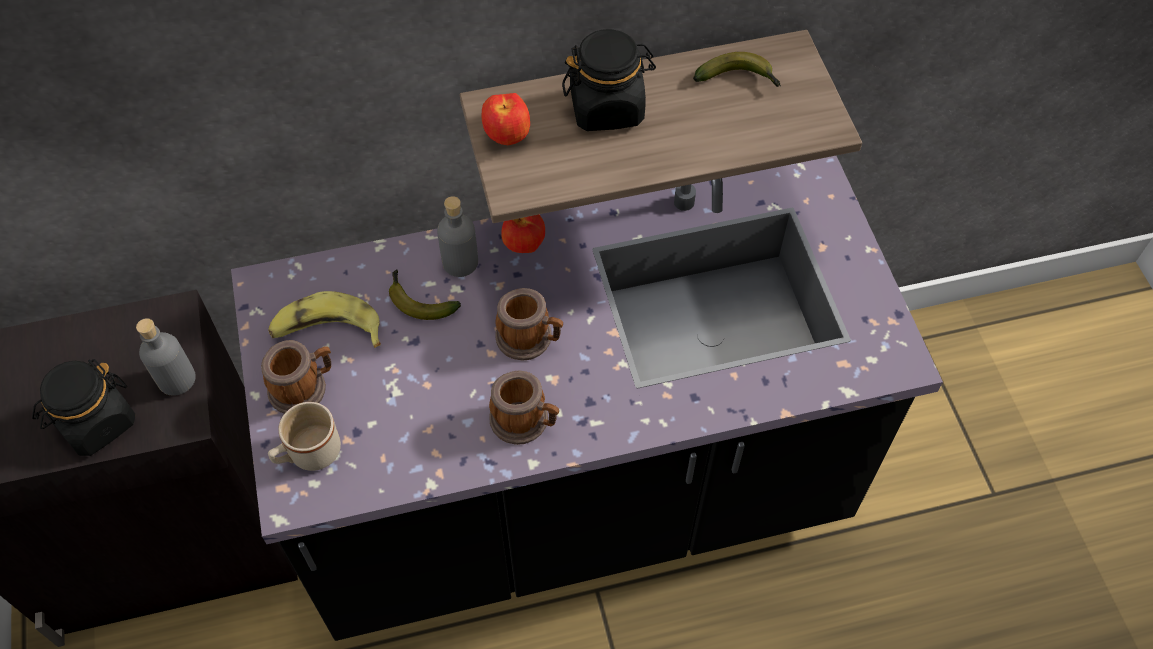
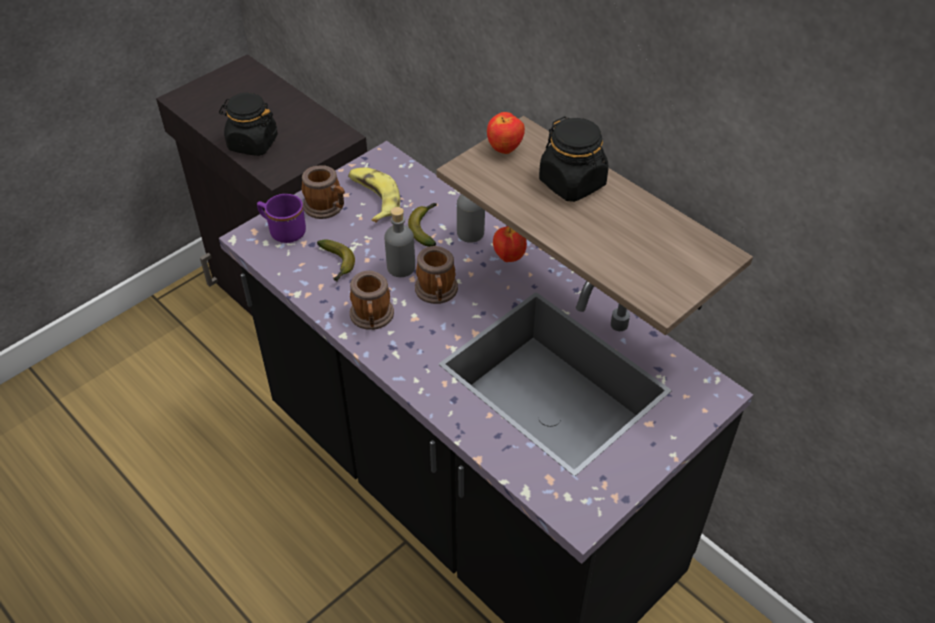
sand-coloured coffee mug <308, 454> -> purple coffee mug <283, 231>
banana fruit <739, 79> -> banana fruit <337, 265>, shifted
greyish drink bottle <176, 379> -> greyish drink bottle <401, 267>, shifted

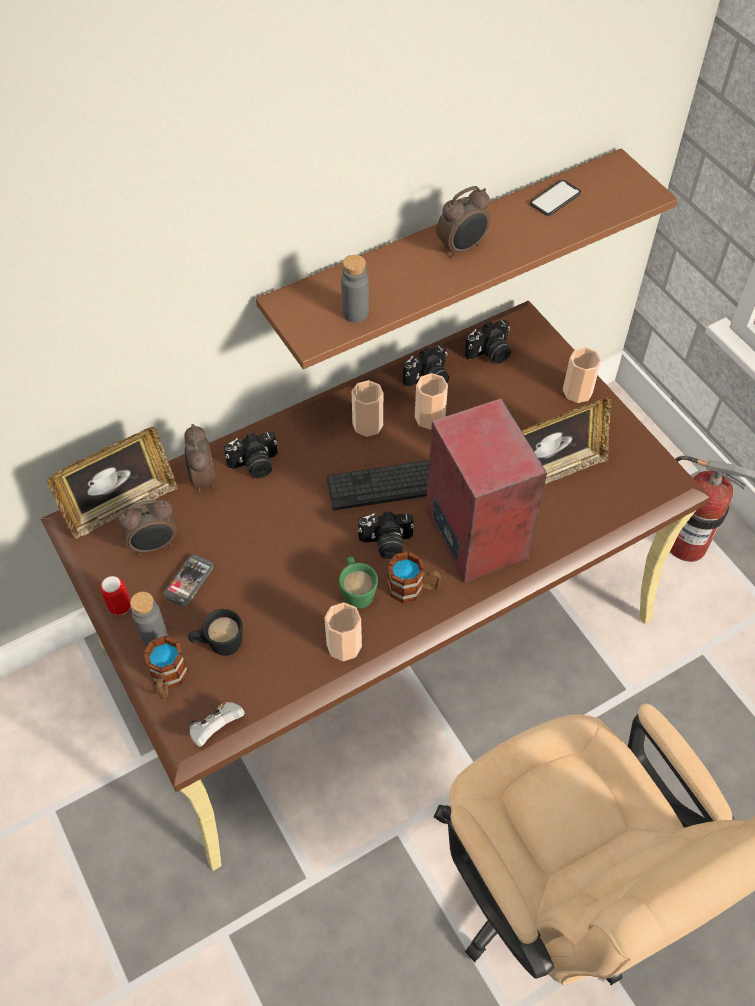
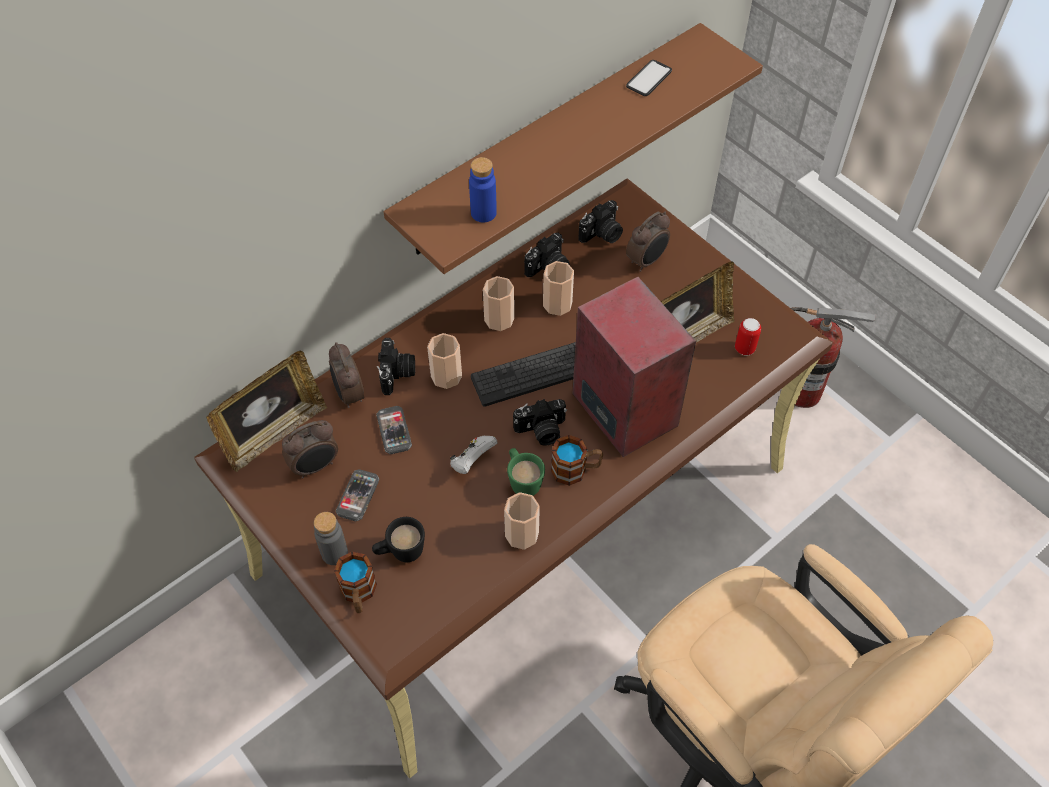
none -> telephone <394, 431>
still camera <254, 465> -> still camera <397, 374>, 60 degrees counterclockwise
small cup <577, 391> -> small cup <446, 376>, shifted
white gamepad <216, 728> -> white gamepad <472, 461>, shifted
greyish drink bottle <355, 313> -> bluish drink bottle <483, 213>
table clock <462, 248> -> table clock <646, 261>, shifted
sealed can <120, 606> -> sealed can <744, 349>, shifted

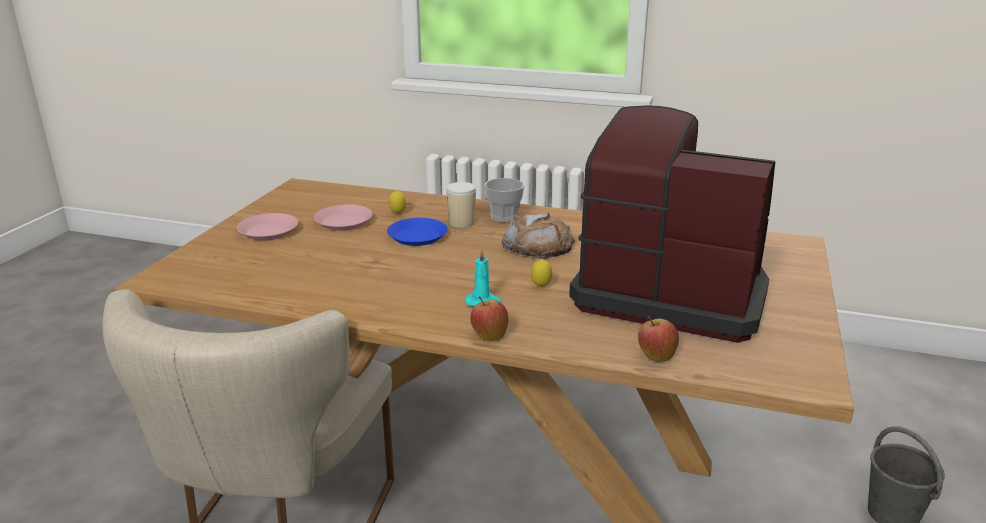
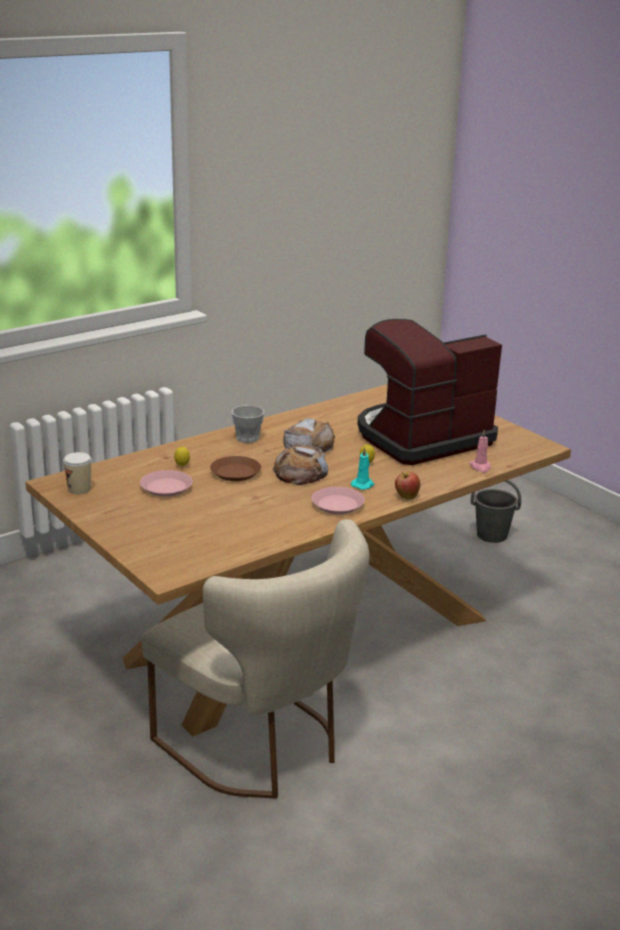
small cup <461, 223> -> small cup <79, 489>, shifted
bluish flat dish <418, 236> -> brown flat dish <235, 472>
none -> bakery bread <300, 473>
pink-coloured flat dish <268, 231> -> pink-coloured flat dish <337, 505>, shifted
whole apple <655, 356> -> pink-coloured wax candle <480, 467>

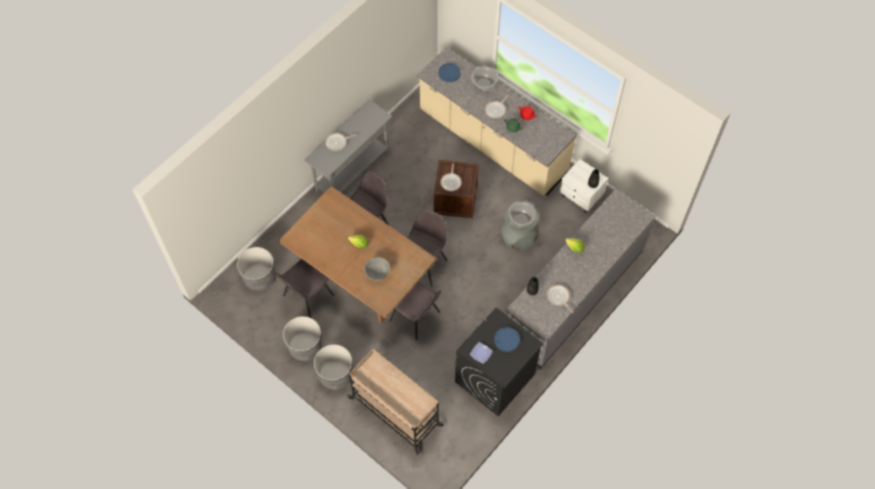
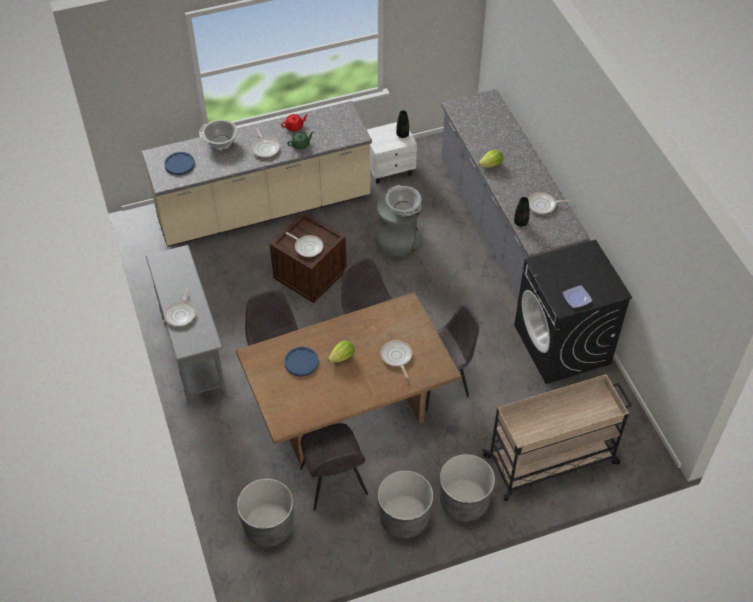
bluish flat dish <507, 339> -> bluish flat dish <301, 362>, shifted
greyish serving bowl <377, 273> -> pan <396, 357>

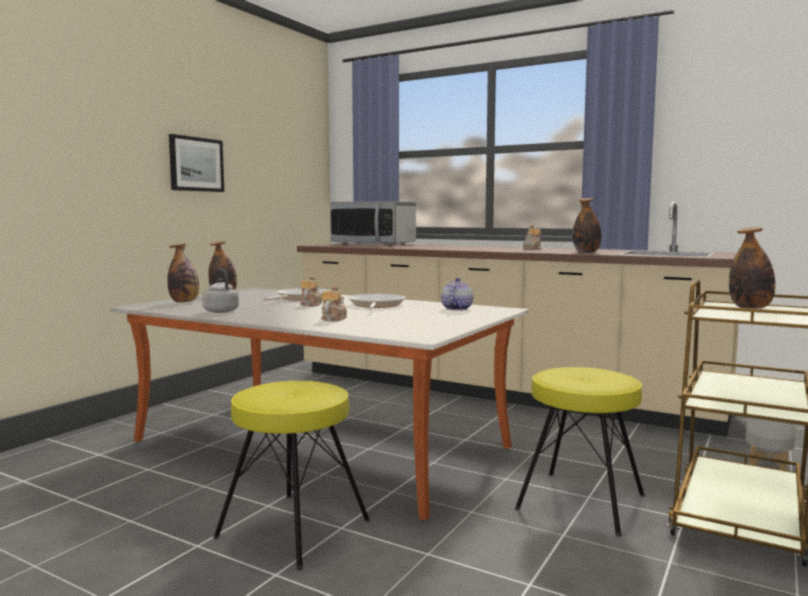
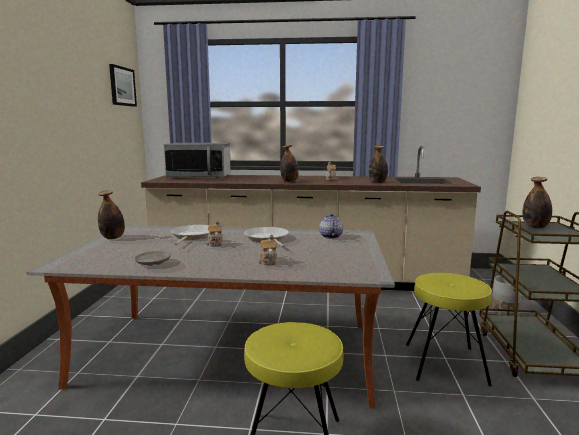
picture <196, 164> -> picture <122, 86>, shifted
greyish water kettle <220, 311> -> sand-coloured flat dish <152, 263>
drink bottle <184, 302> -> drink bottle <289, 181>, shifted

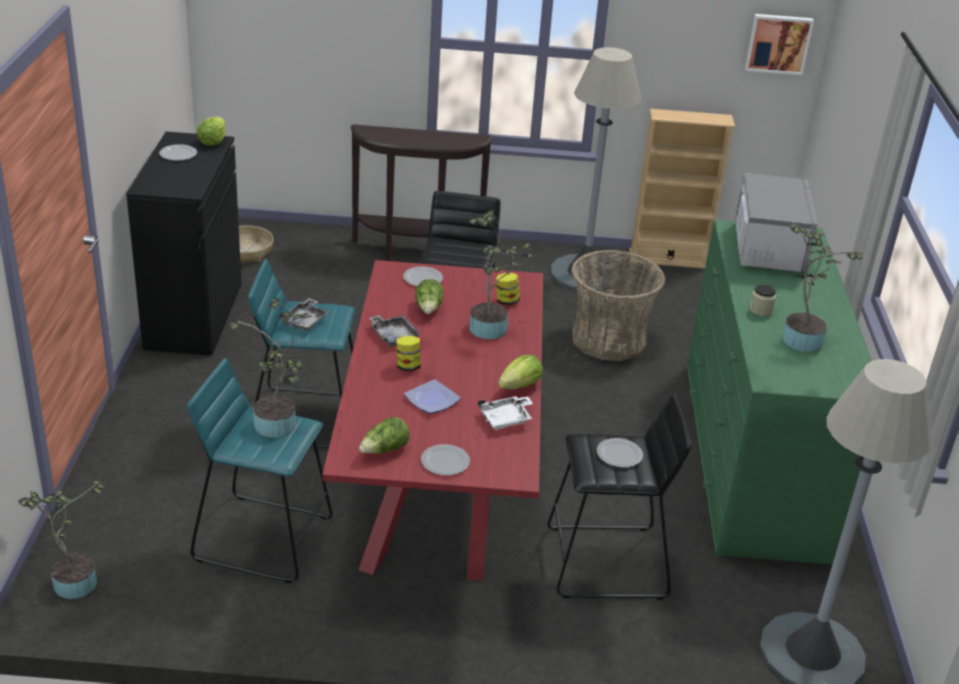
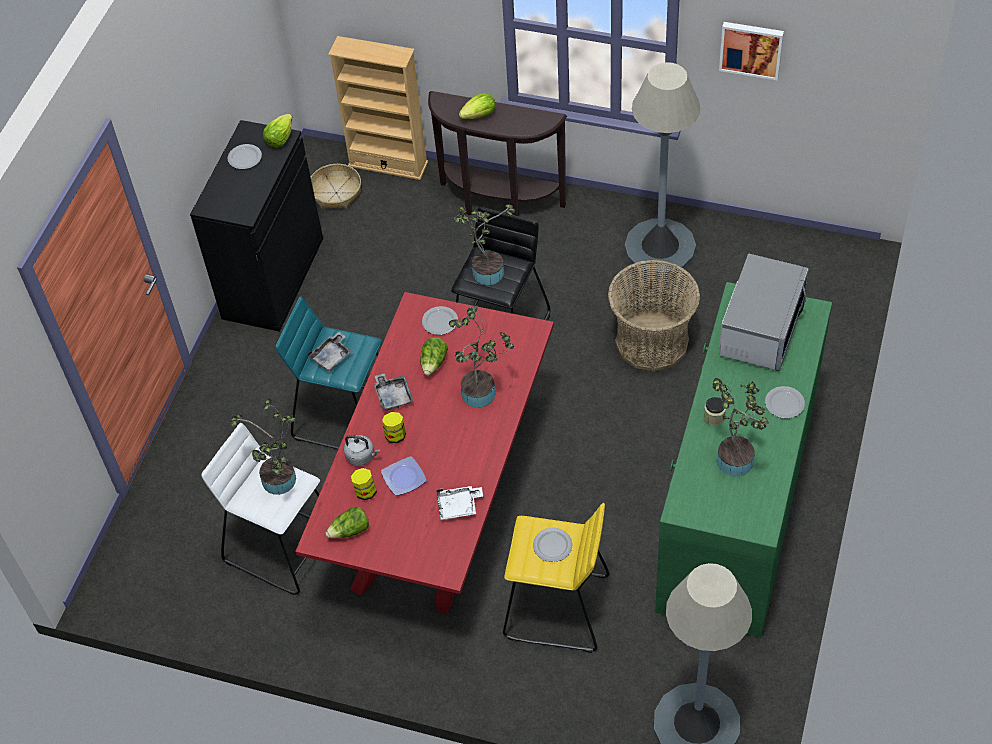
turquoise-coloured sitting stool <263, 537> -> white sitting stool <283, 545>
sand-coloured bookshelf <668, 259> -> sand-coloured bookshelf <388, 164>, shifted
none -> greyish water kettle <362, 456>
jar <506, 301> -> jar <365, 491>, shifted
potted plant <71, 581> -> potted plant <485, 271>, shifted
head of lettuce <520, 386> -> head of lettuce <479, 115>, shifted
blackish sitting stool <606, 562> -> yellow-coloured sitting stool <557, 608>
picture <778, 43> -> picture <751, 48>, shifted
flat dish <444, 462> -> flat dish <783, 403>, shifted

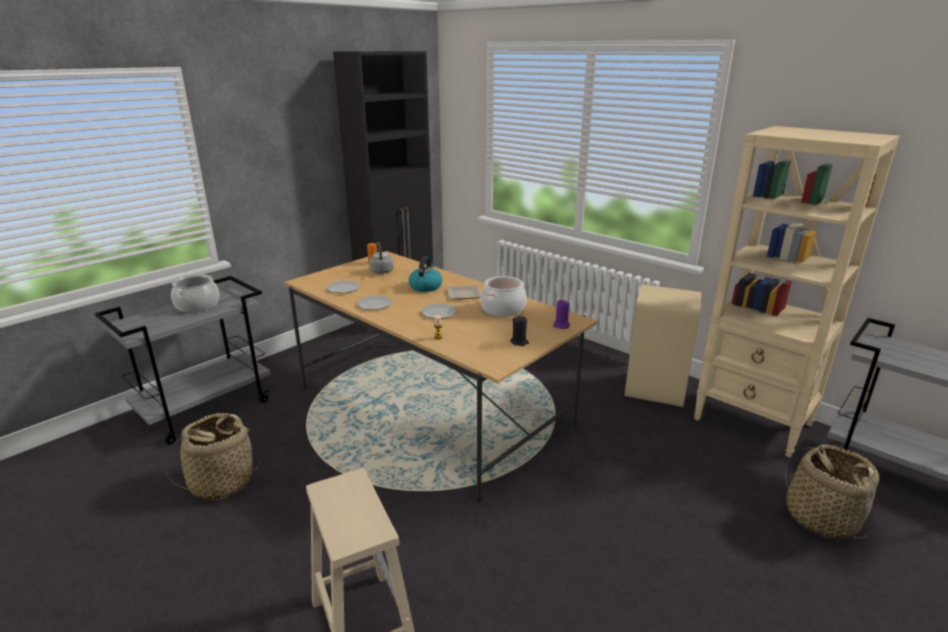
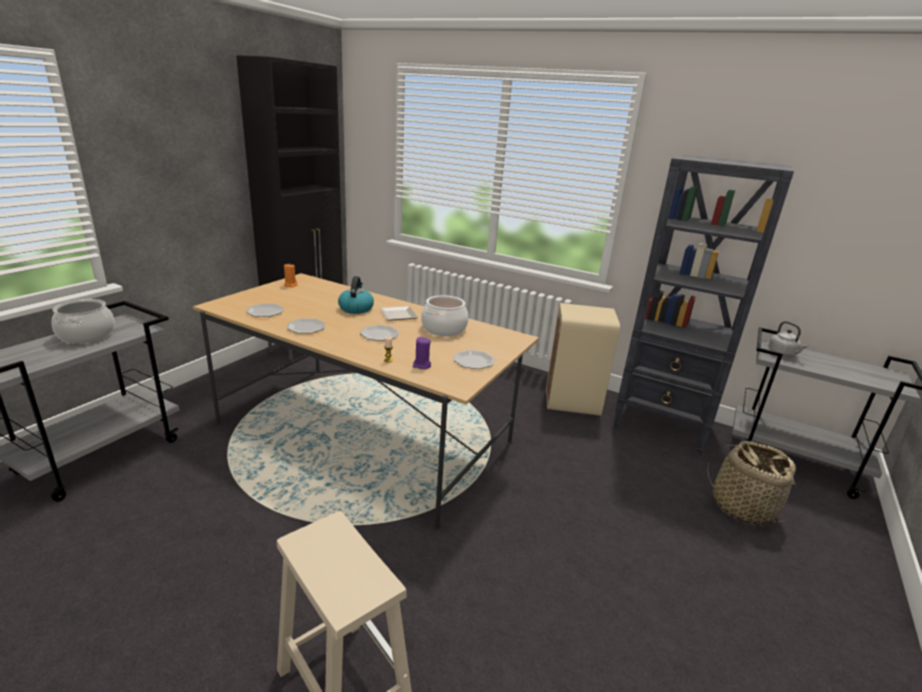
purple wax candle <561, 326> -> purple wax candle <421, 365>, shifted
blackish wax candle <519, 342> -> flat dish <473, 361>
sand-coloured bookshelf <753, 422> -> blackish bookshelf <662, 425>
greyish water kettle <382, 272> -> greyish water kettle <783, 354>, shifted
storage basket <221, 482> -> none

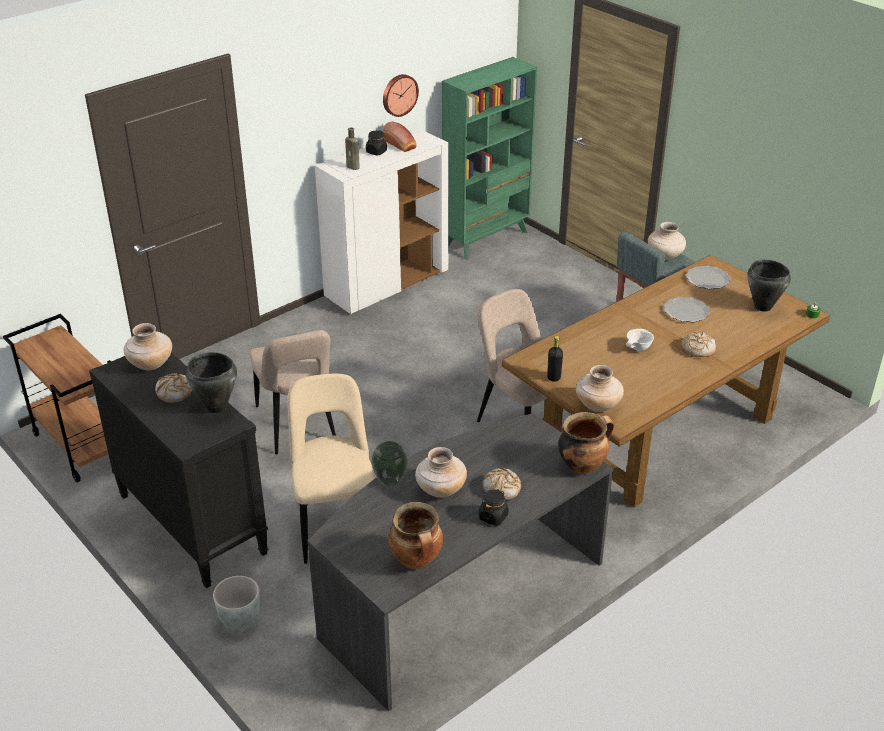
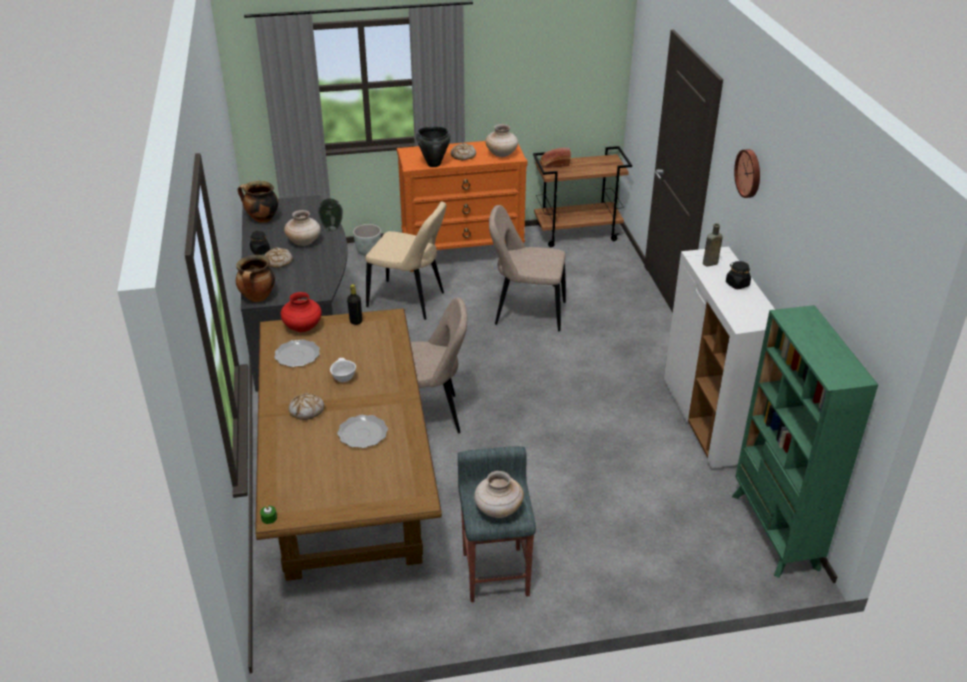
flat dish <707, 280> -> flat dish <297, 355>, shifted
sand-coloured decorative vase <598, 405> -> red-coloured decorative vase <303, 327>
blackish dresser <191, 524> -> orange dresser <463, 253>
bakery bread <401, 145> -> bakery bread <554, 164>, shifted
clock on the wall <399, 94> -> clock on the wall <749, 173>, shifted
blackish saucepot <762, 307> -> none

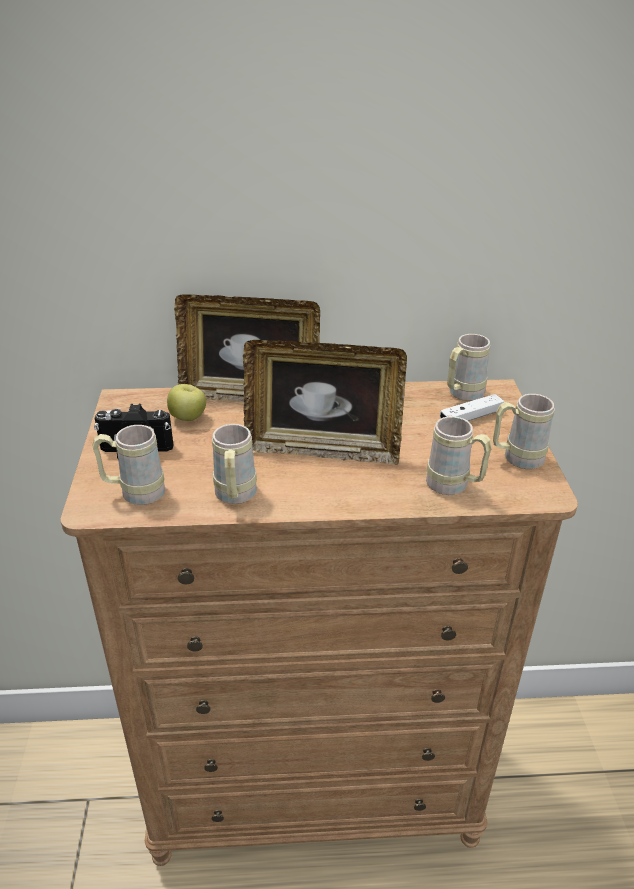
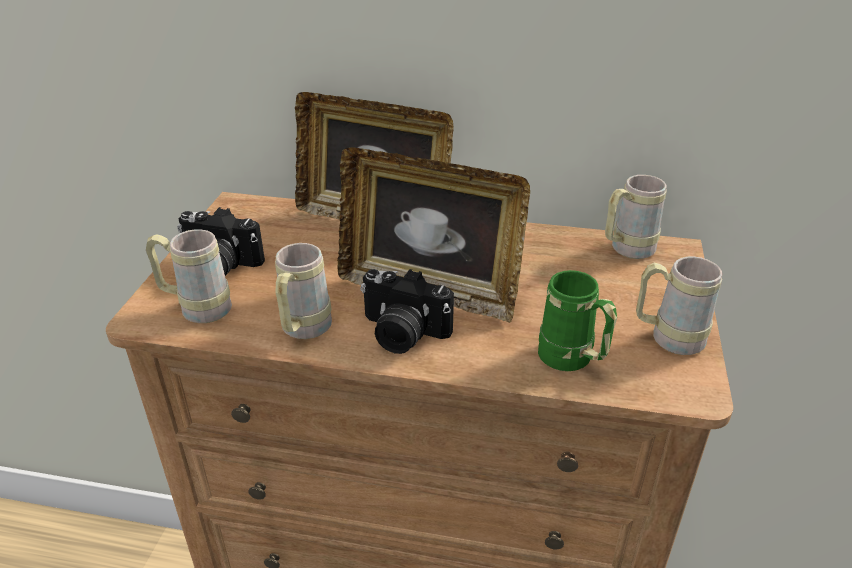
none -> still camera <401, 334>
sand-coloured coffee mug <454, 487> -> green-coloured coffee mug <572, 361>
whole apple <188, 418> -> none
white gamepad <471, 417> -> none

